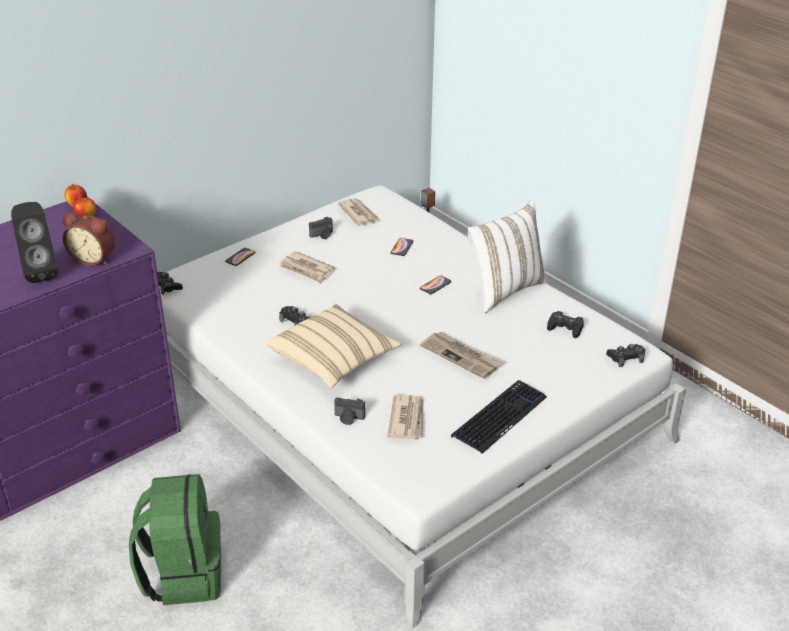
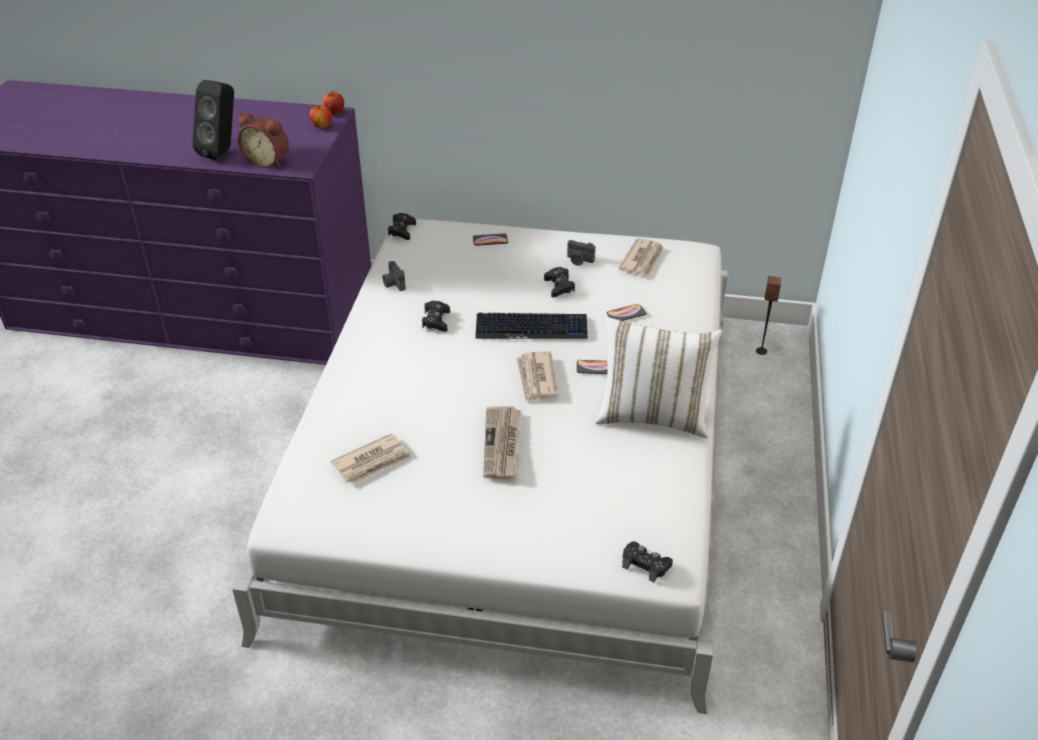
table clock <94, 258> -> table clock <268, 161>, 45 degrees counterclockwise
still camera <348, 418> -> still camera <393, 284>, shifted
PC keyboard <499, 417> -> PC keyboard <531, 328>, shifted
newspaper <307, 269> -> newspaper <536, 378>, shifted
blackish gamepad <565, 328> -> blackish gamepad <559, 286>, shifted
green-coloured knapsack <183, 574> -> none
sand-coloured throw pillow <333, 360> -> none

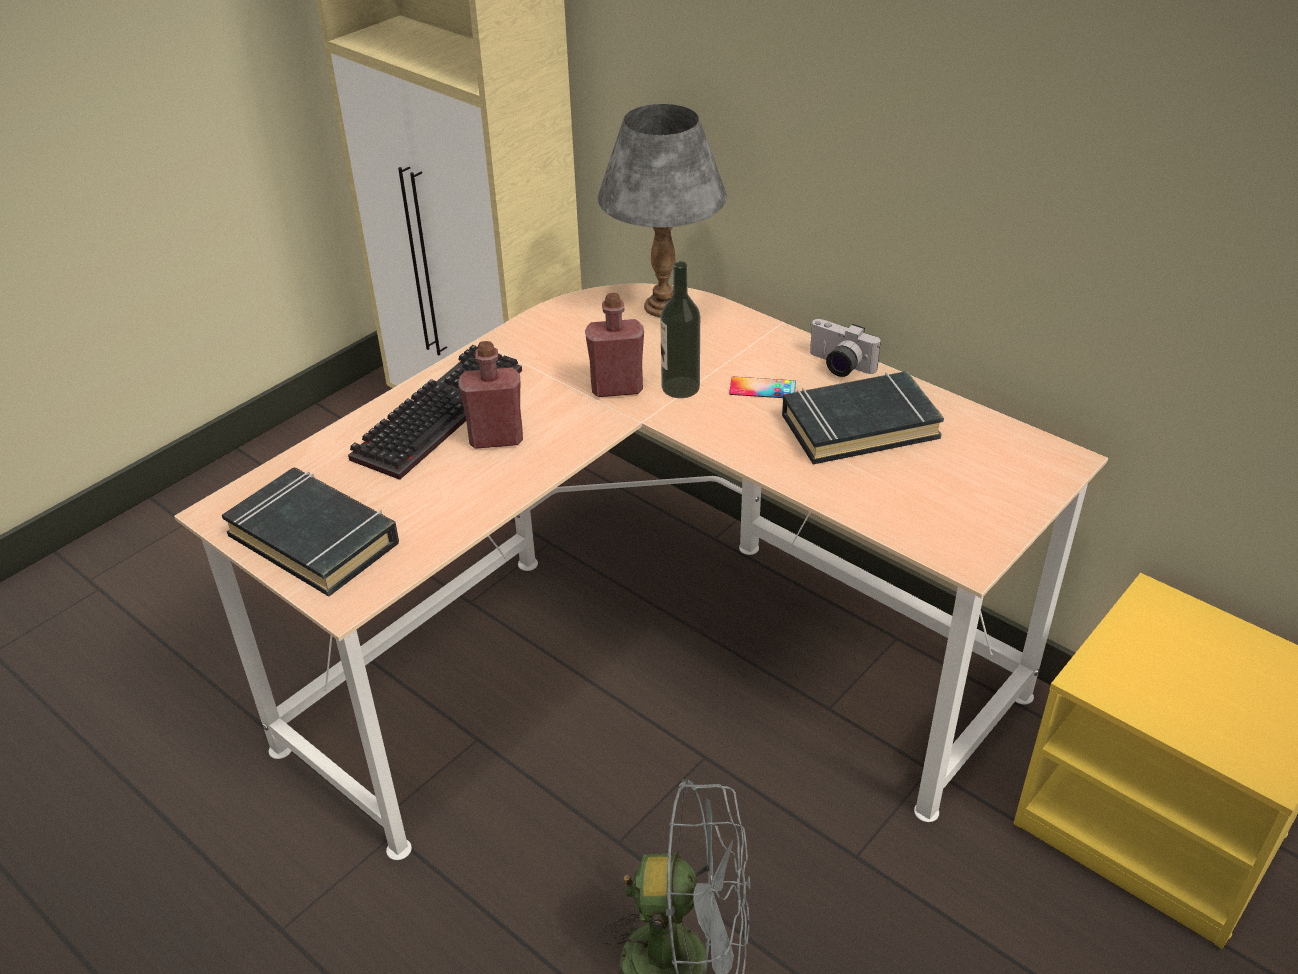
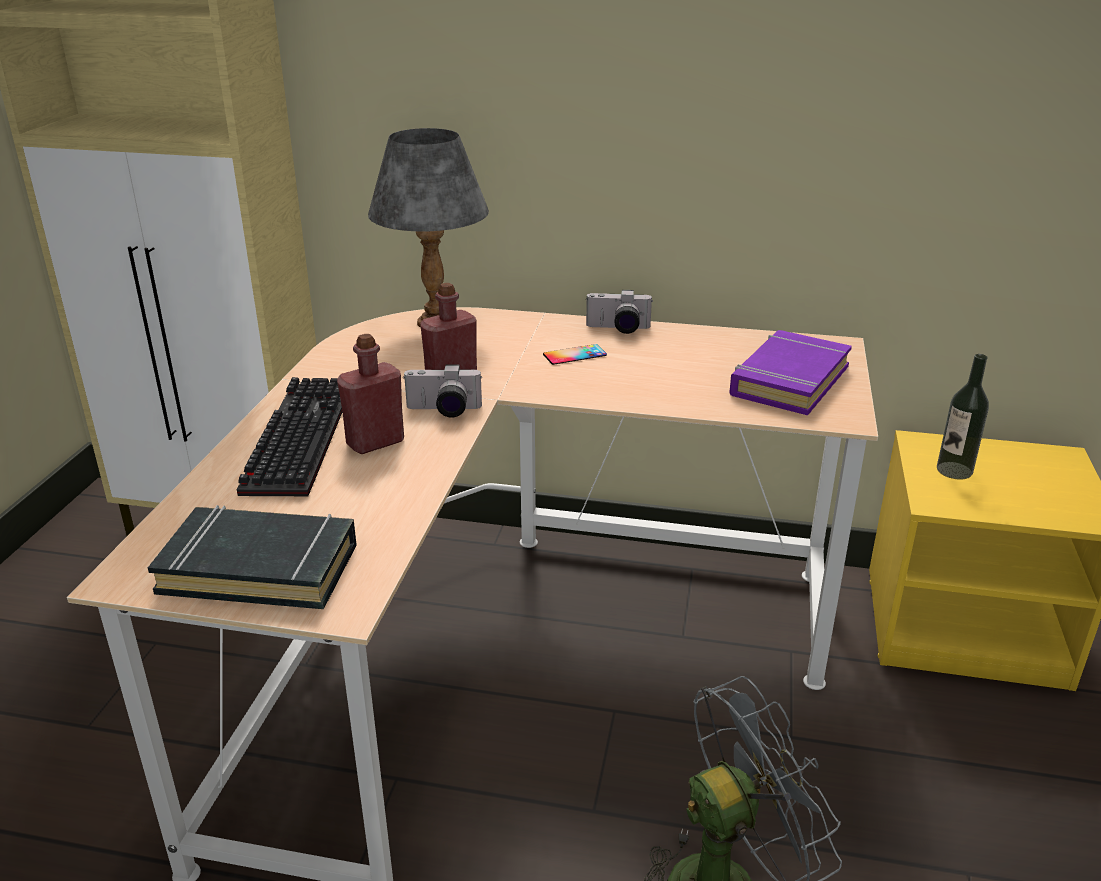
none -> still camera <443, 411>
none -> purple volume <789, 381>
drink bottle <680, 387> -> drink bottle <954, 470>, shifted
blackish volume <859, 426> -> none

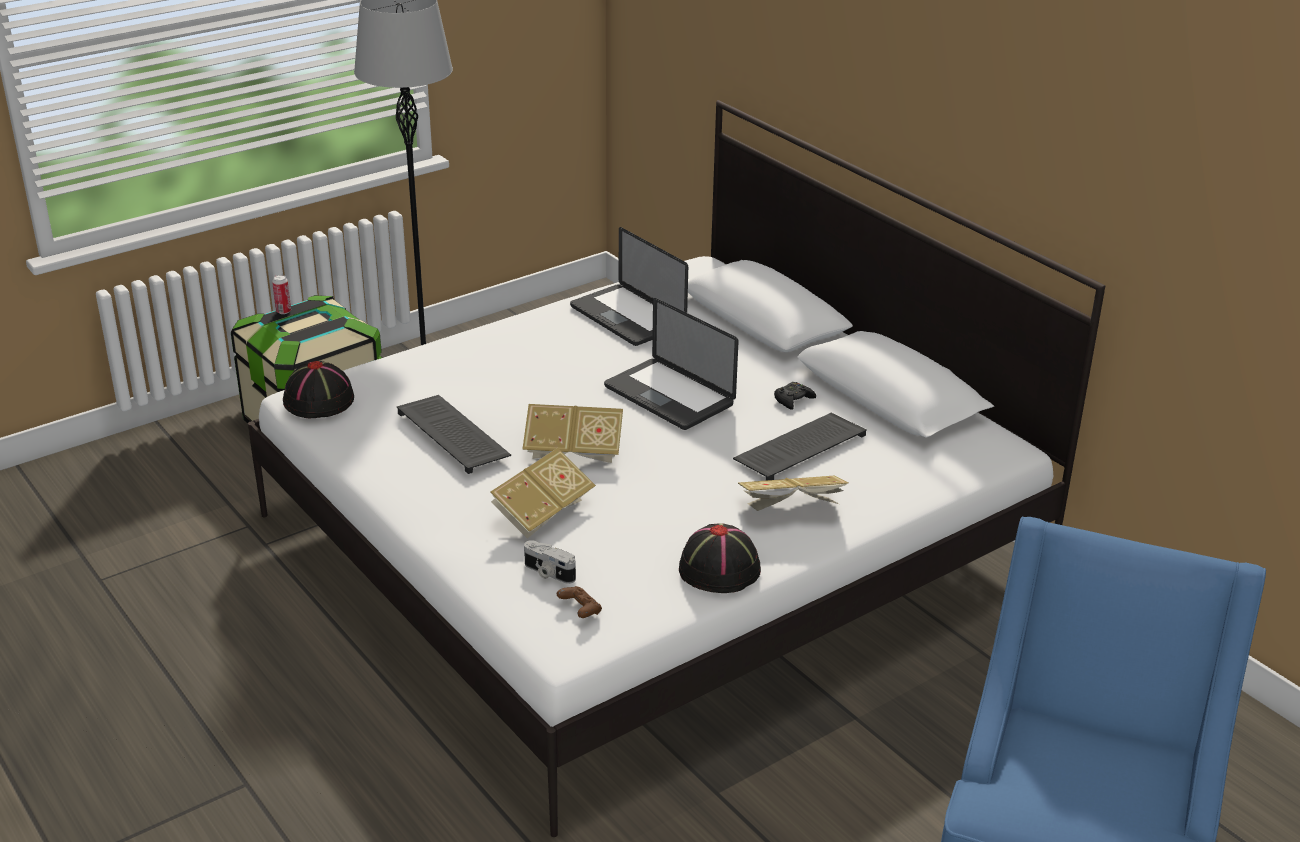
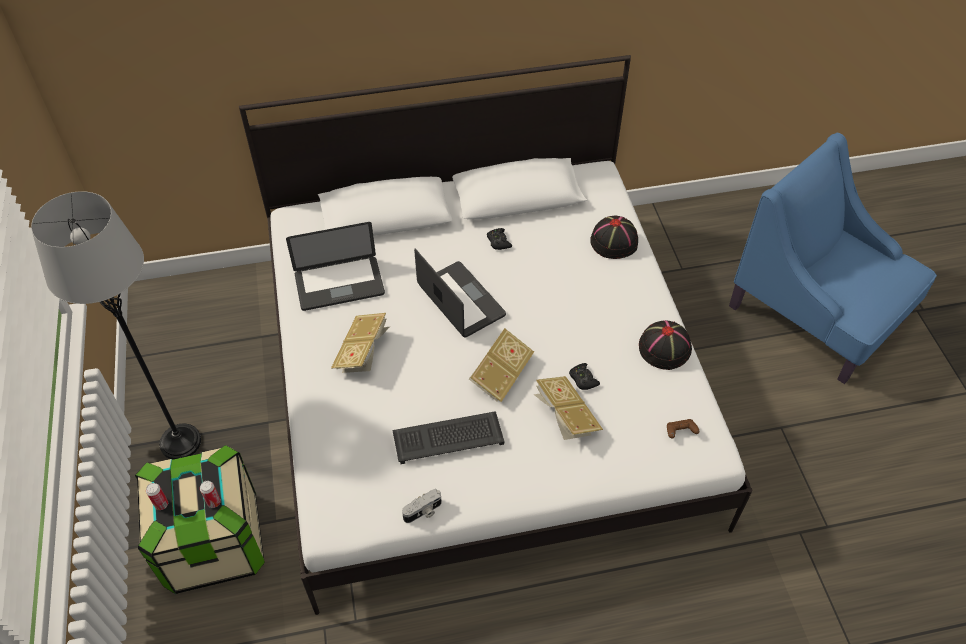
none -> sealed can <214, 502>
volume <791, 510> -> volume <363, 353>, shifted
still camera <548, 573> -> still camera <423, 512>, shifted
portable computer <669, 396> -> portable computer <461, 300>, 105 degrees counterclockwise
none -> blackish gamepad <583, 379>
blackish hat <319, 401> -> blackish hat <614, 241>, shifted
PC keyboard <800, 447> -> none

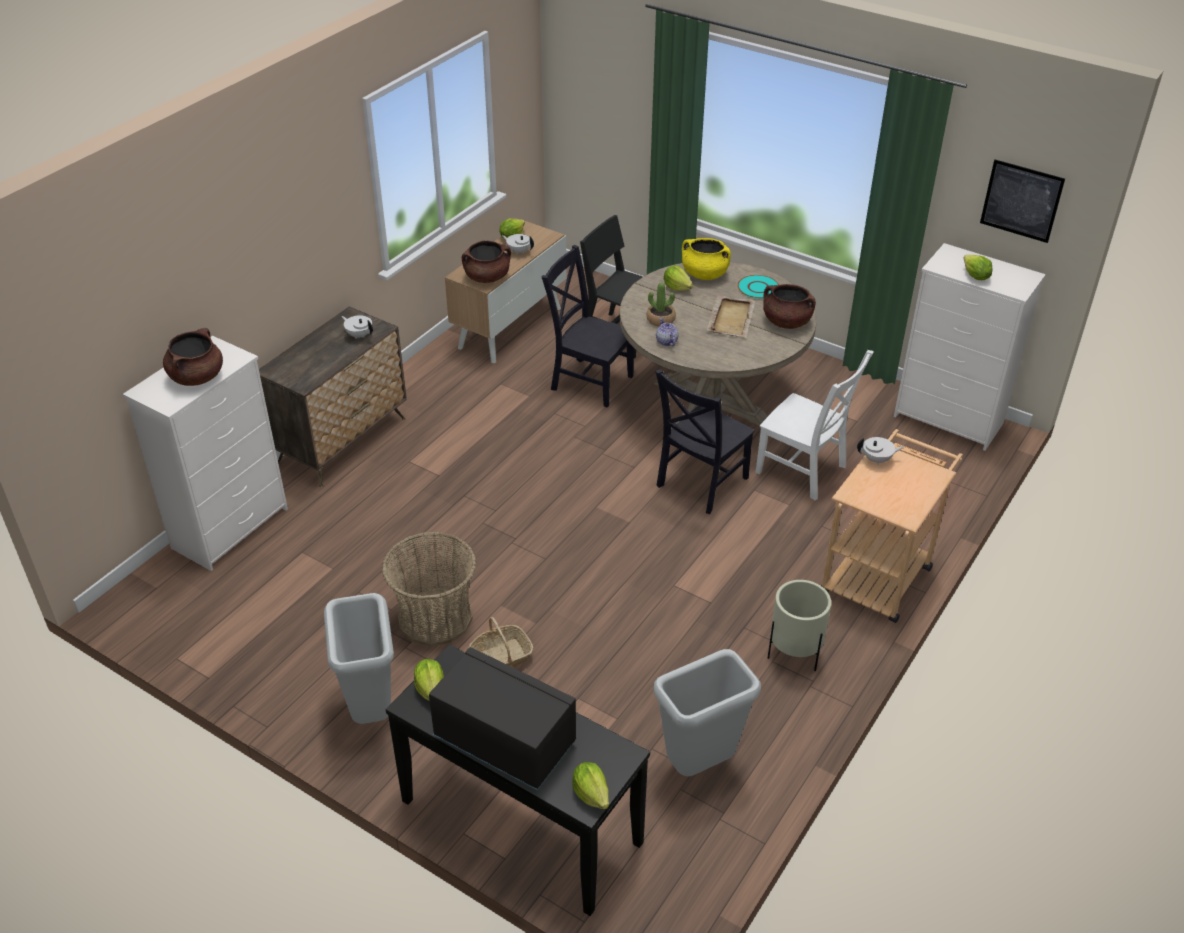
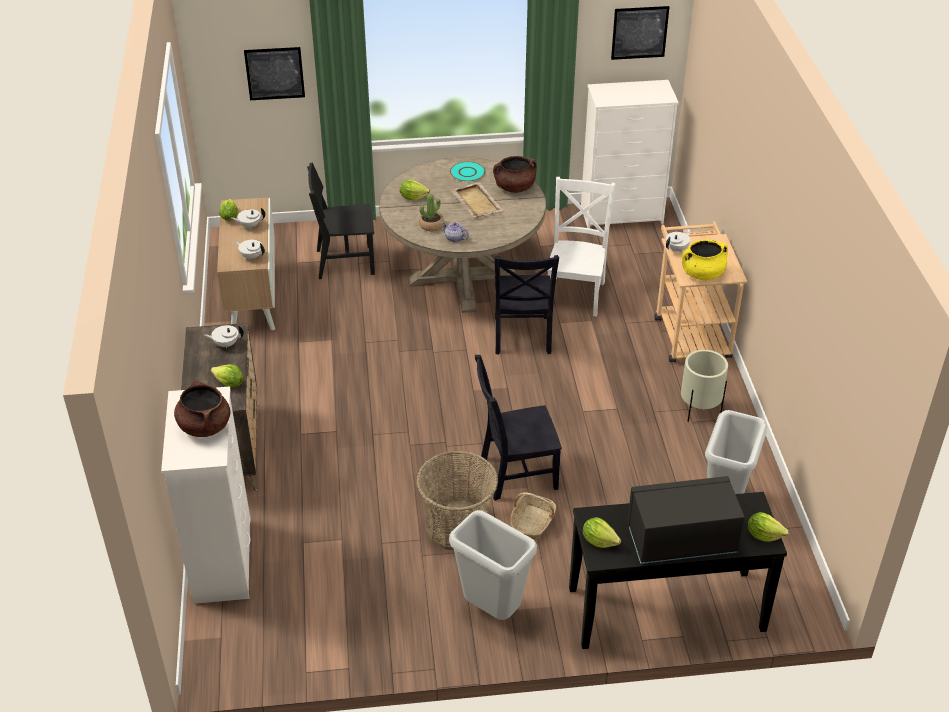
head of lettuce <975, 277> -> head of lettuce <229, 383>, shifted
brown saucepot <487, 277> -> white teapot <251, 256>
none -> picture <274, 73>
blackish chair <589, 381> -> blackish chair <515, 473>, shifted
white chair <804, 471> -> white chair <576, 294>, 75 degrees counterclockwise
yellow-coloured saucepot <704, 274> -> yellow-coloured saucepot <702, 274>, shifted

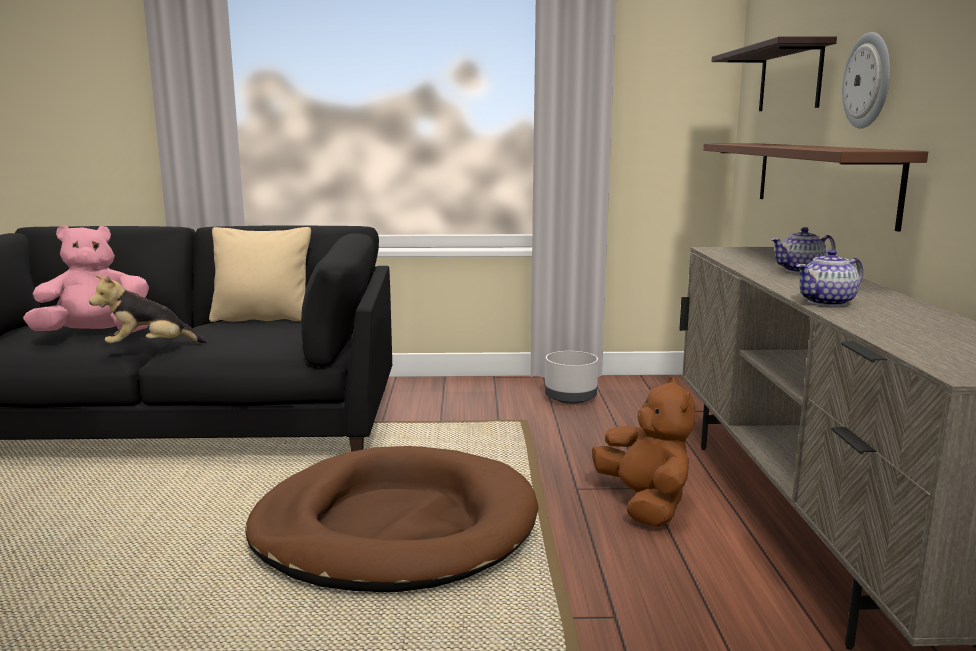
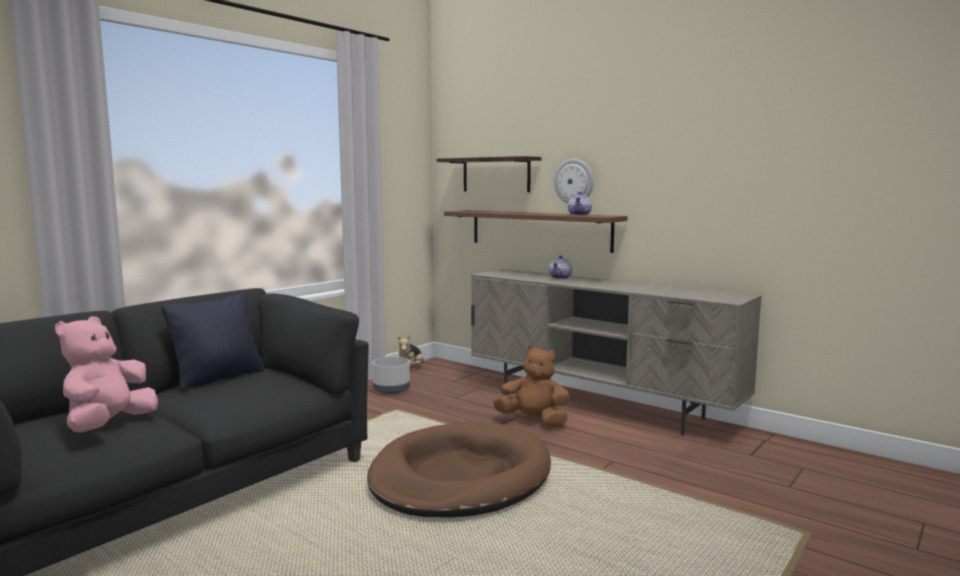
sand-coloured throw pillow <263, 319> -> blackish throw pillow <218, 378>
plush toy <150, 348> -> plush toy <410, 369>, shifted
teapot <827, 302> -> teapot <579, 215>, shifted

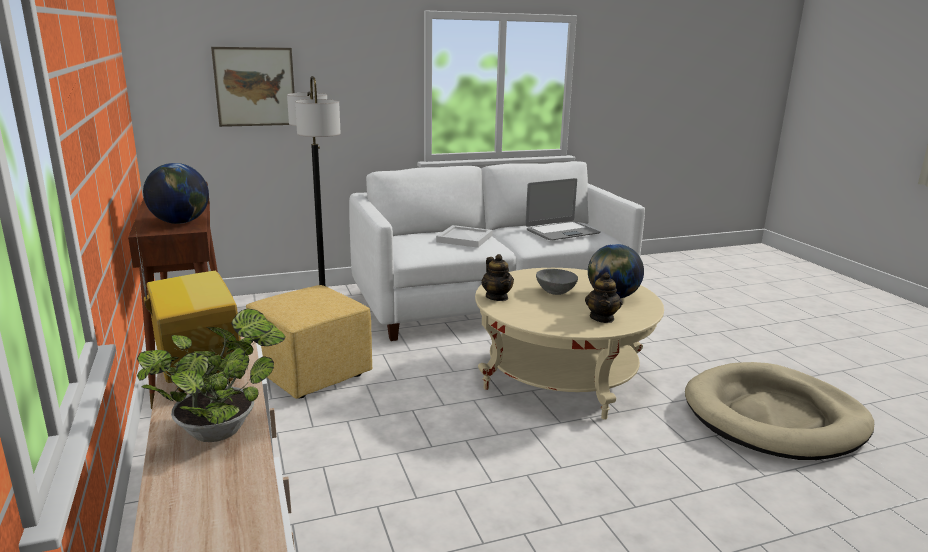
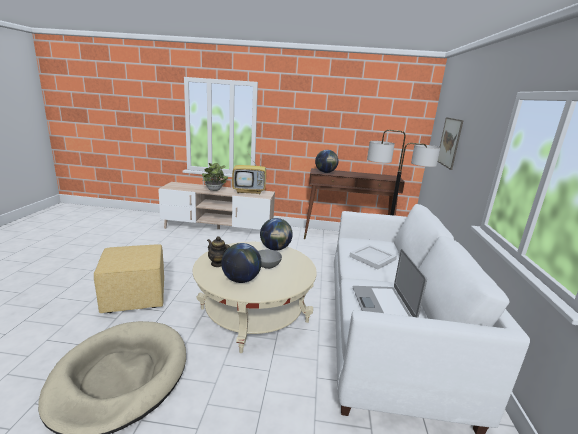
yellow-coloured pouffe <310, 374> -> yellow-coloured pouffe <135, 297>, shifted
teapot <497, 297> -> world globe <275, 249>

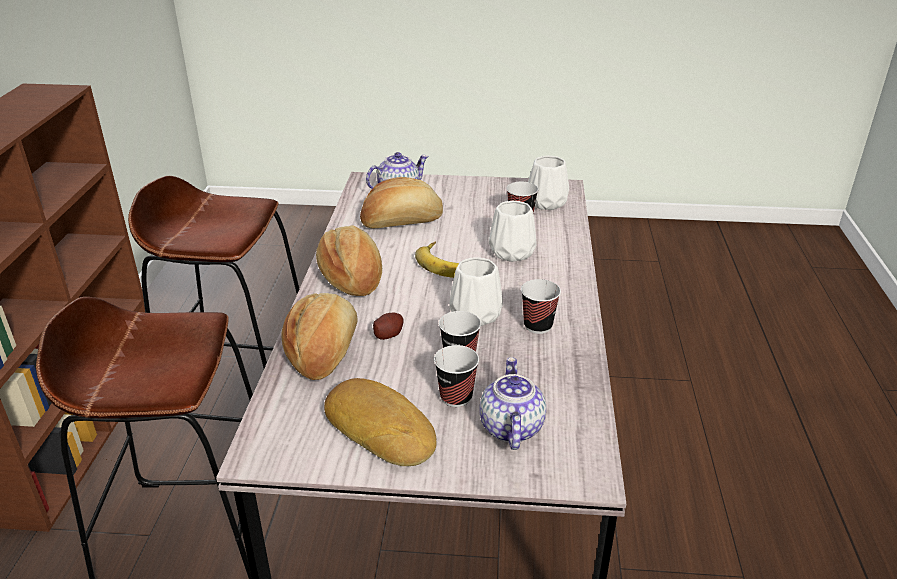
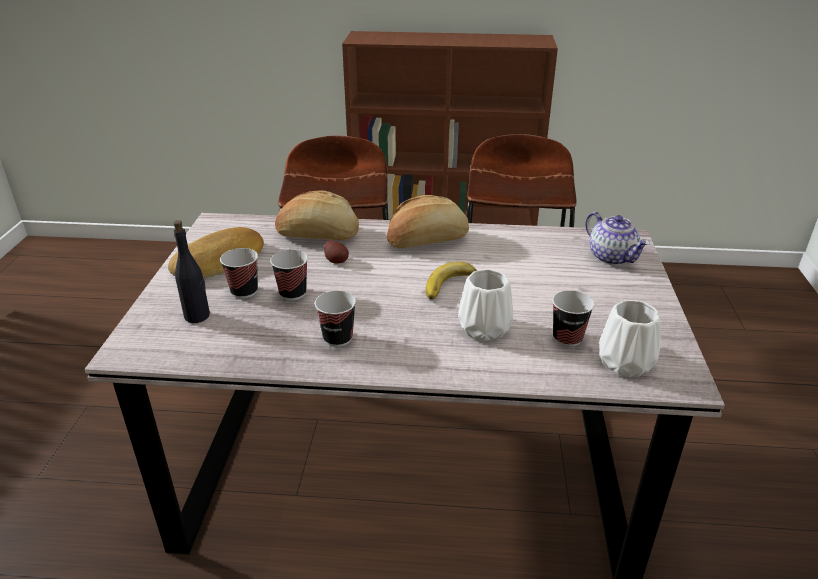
teapot <510, 427> -> blackish drink bottle <197, 316>
bakery bread <402, 222> -> none
white decorative vase <477, 314> -> none

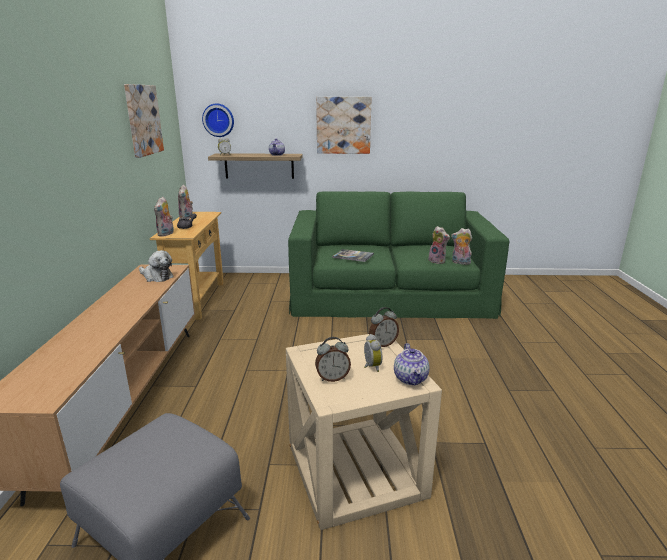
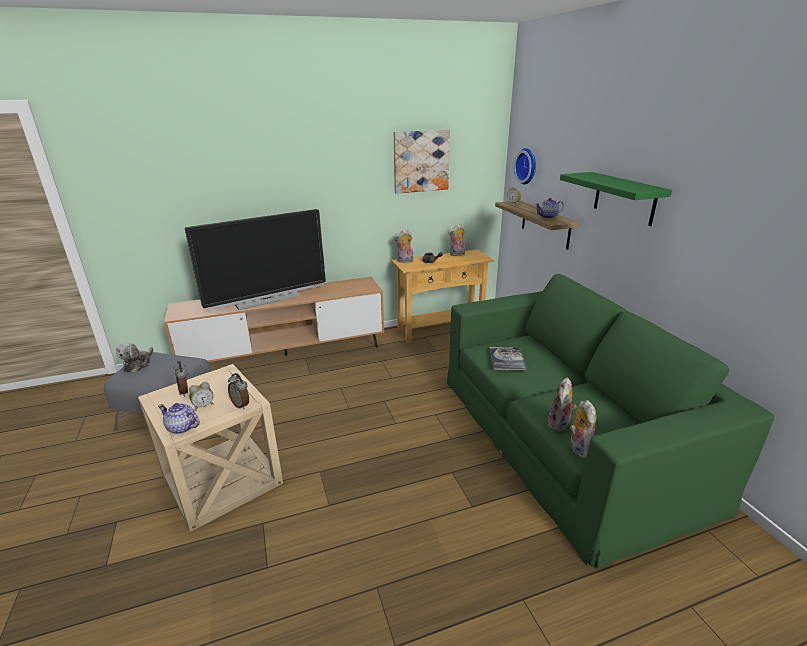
plush toy <156, 277> -> plush toy <138, 364>, shifted
teapot <411, 379> -> teapot <181, 427>, 45 degrees clockwise
none -> TV set <267, 299>
picture <343, 125> -> green-coloured bracket shelf <624, 198>

